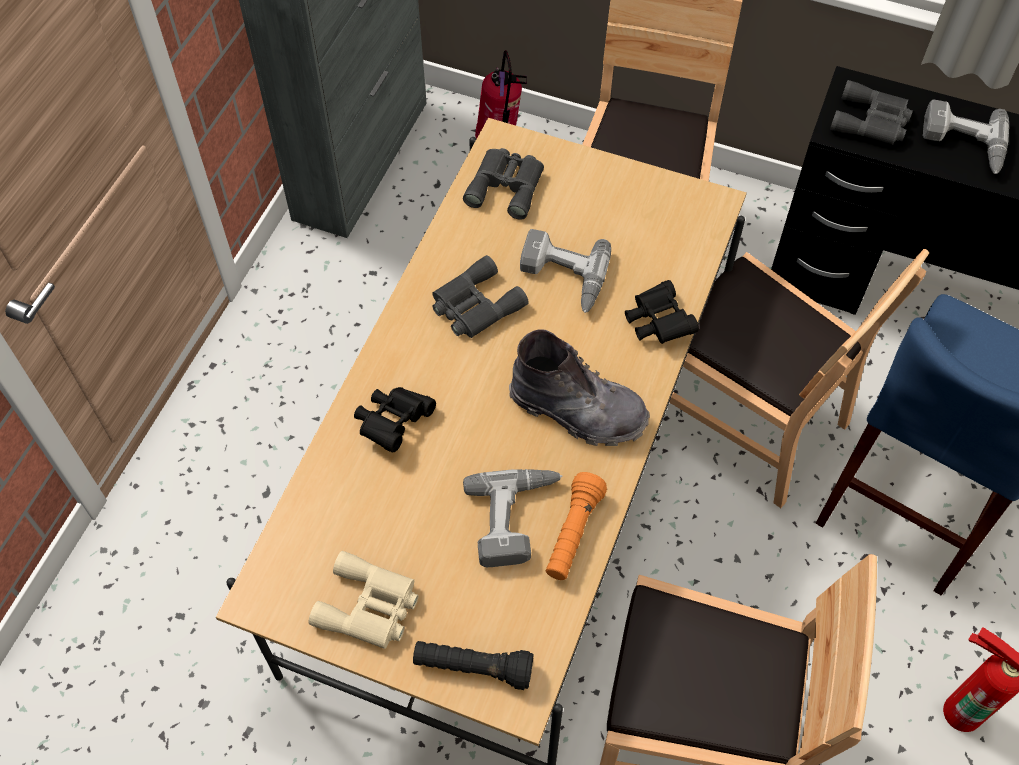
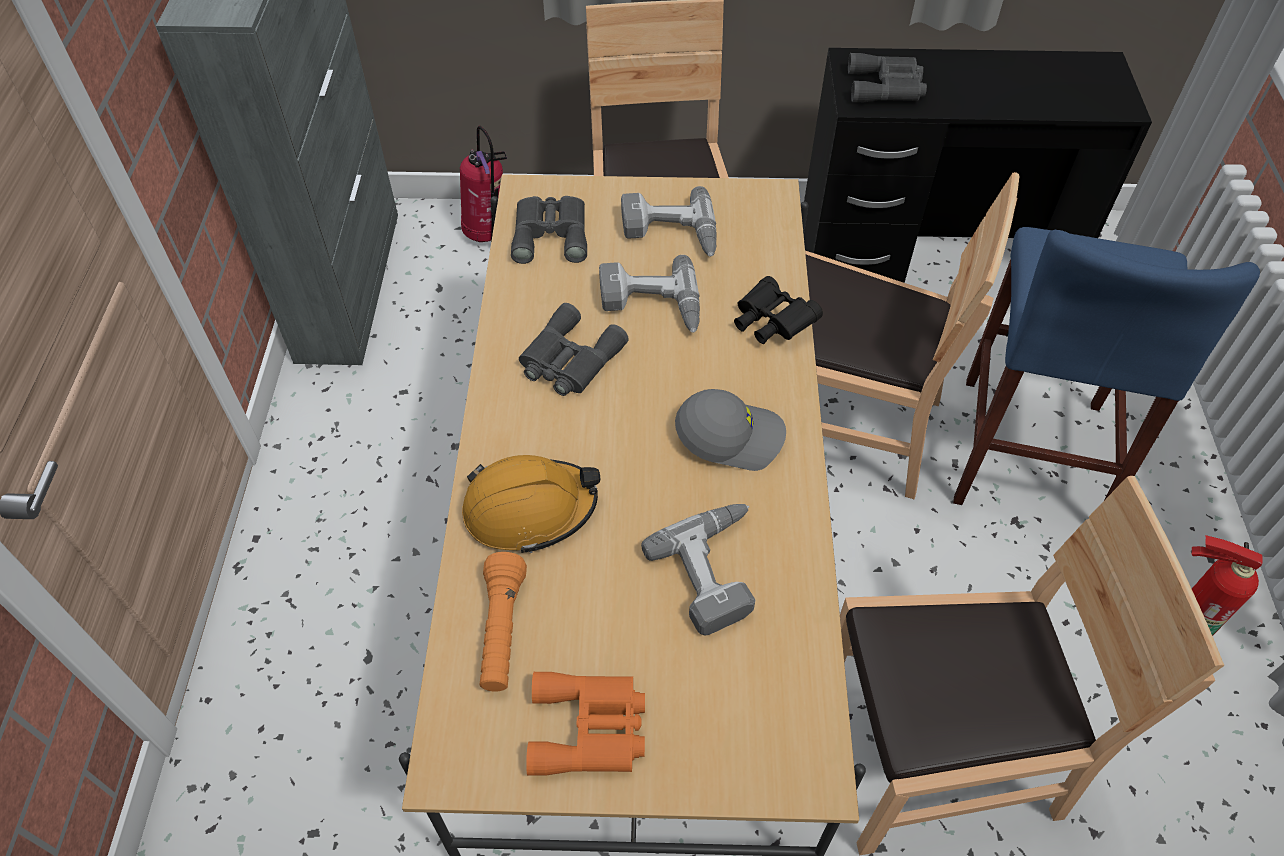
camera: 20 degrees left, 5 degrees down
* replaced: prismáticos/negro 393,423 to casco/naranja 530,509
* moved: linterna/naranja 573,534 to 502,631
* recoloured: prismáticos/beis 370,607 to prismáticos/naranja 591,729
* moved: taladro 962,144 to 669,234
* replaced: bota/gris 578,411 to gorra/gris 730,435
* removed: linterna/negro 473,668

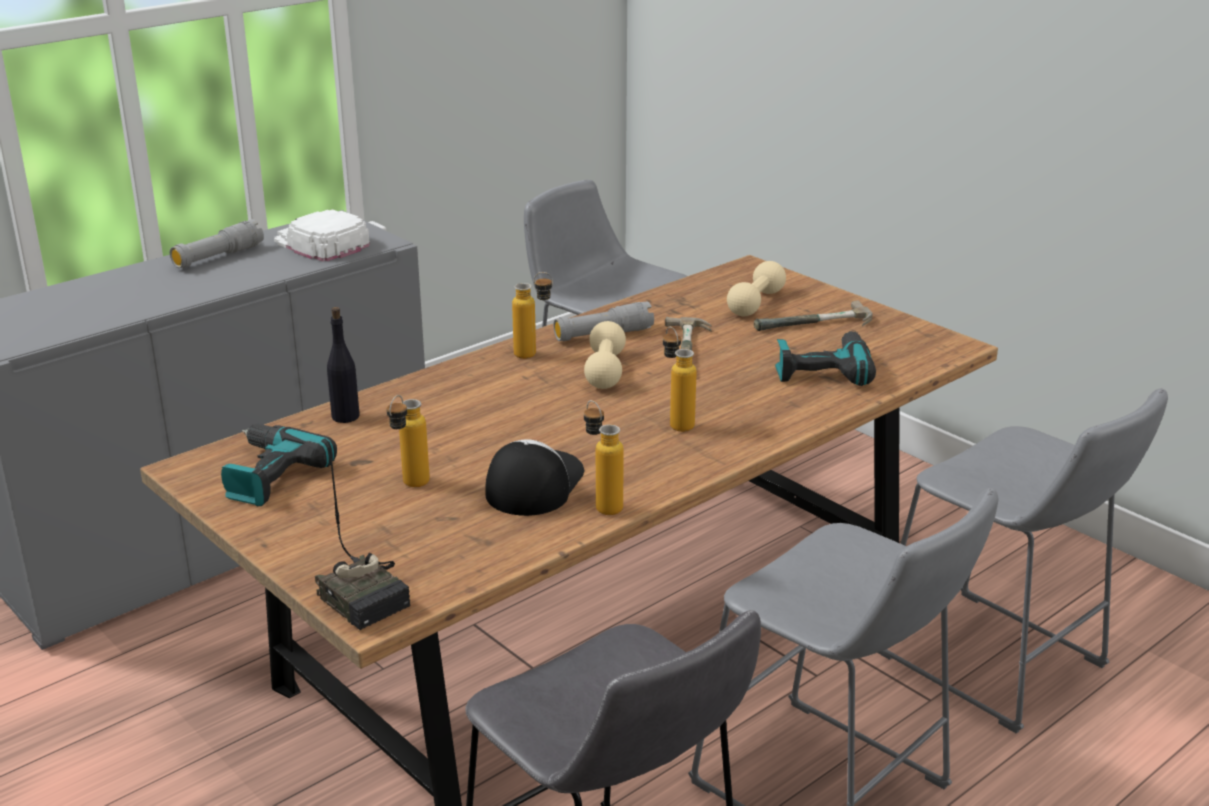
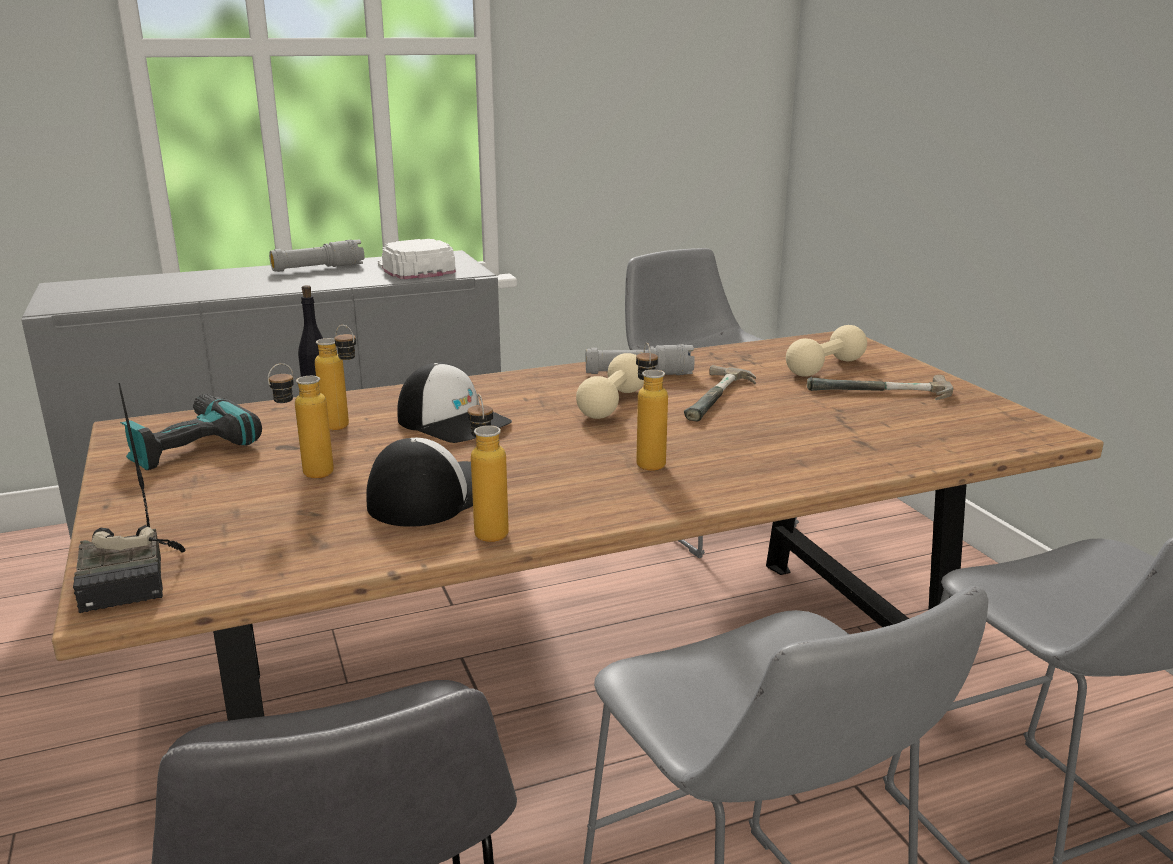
camera: 20 degrees right, 5 degrees down
* moved: botella 534,355 to 343,428
* added: gorra 454,421
* removed: taladro 822,370

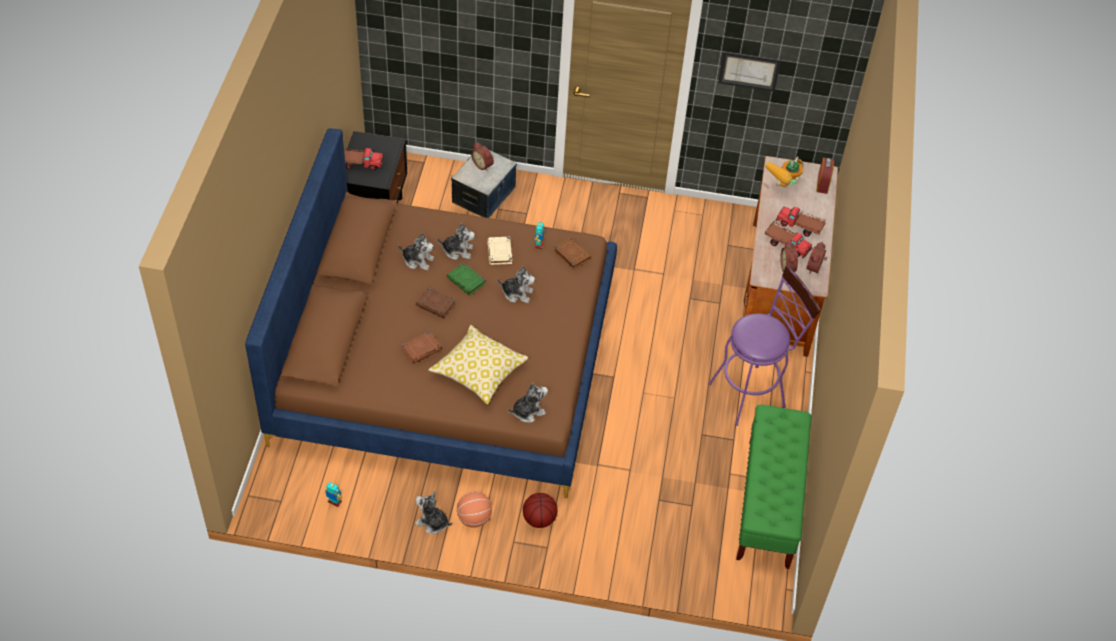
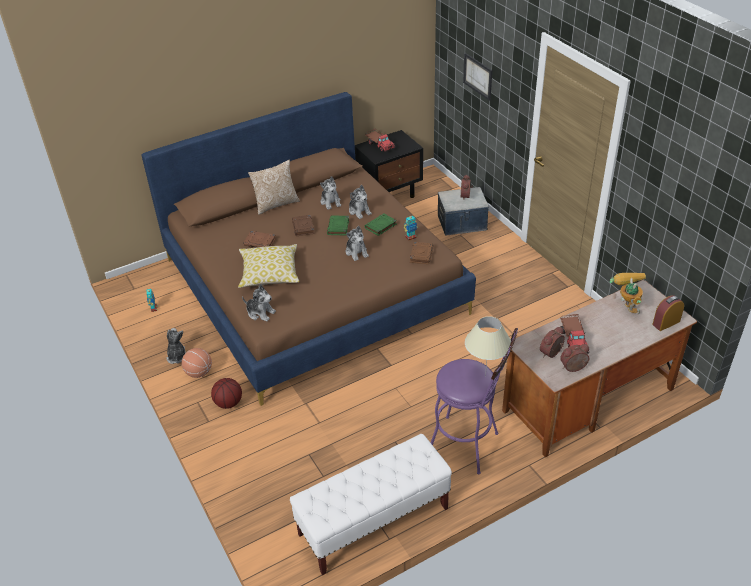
camera: 55 degrees right, 10 degrees down
* added: cojín 276,204
* recoloured: banco/verde 768,504 to banco/blanco 373,522
* recoloured: libro/beis 500,253 to libro/verde 380,226
* moved: cuadro 749,71 to 478,76
* added: lámpara de mesa/beis 485,376
* turned: robot de juguete 783,189 = 625,306 75 degrees clockwise
* removed: camión de juguete 800,226

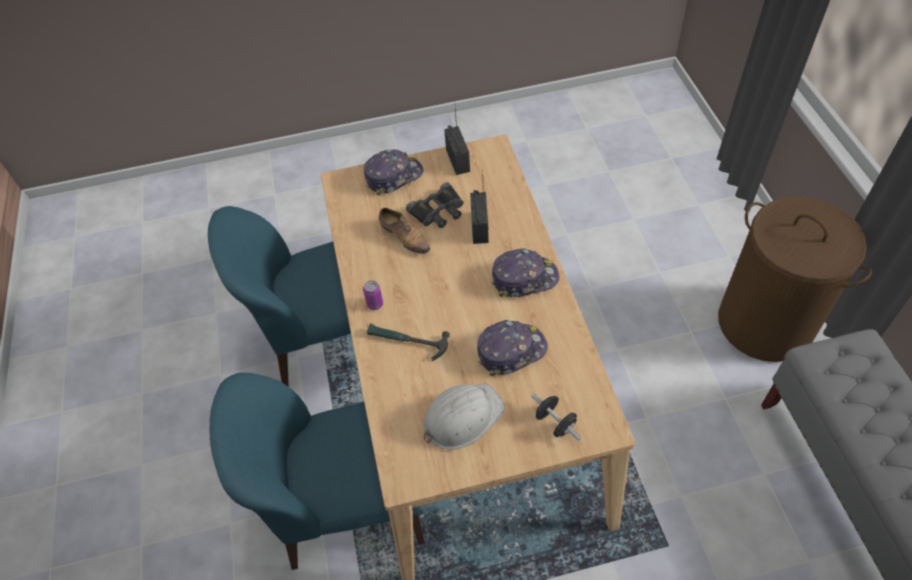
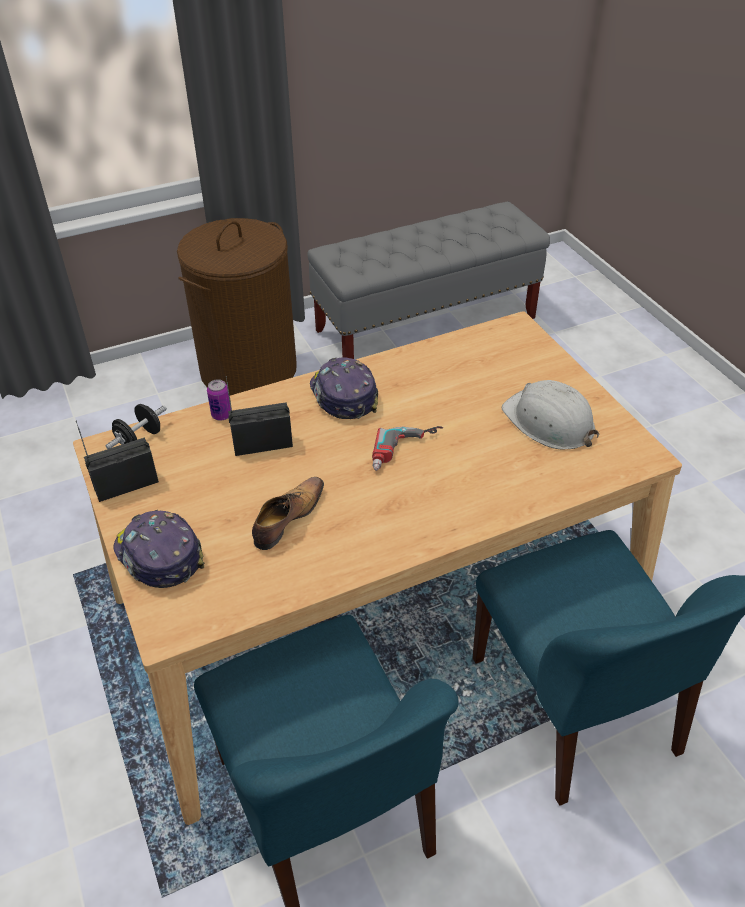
camera: 105 degrees left, 10 degrees down
* moved: mancuerna/negro 555,423 to 139,439
* moved: lata 375,304 to 221,415
* added: taladro 407,452
* removed: martillo 407,342
* removed: prismáticos/negro 438,211
* removed: gorra 511,351

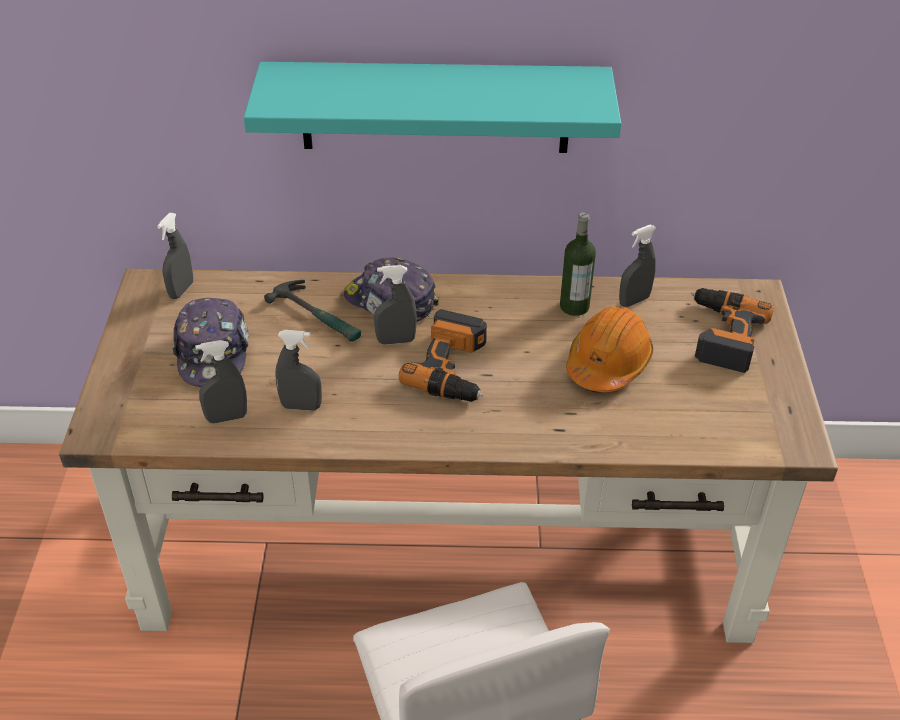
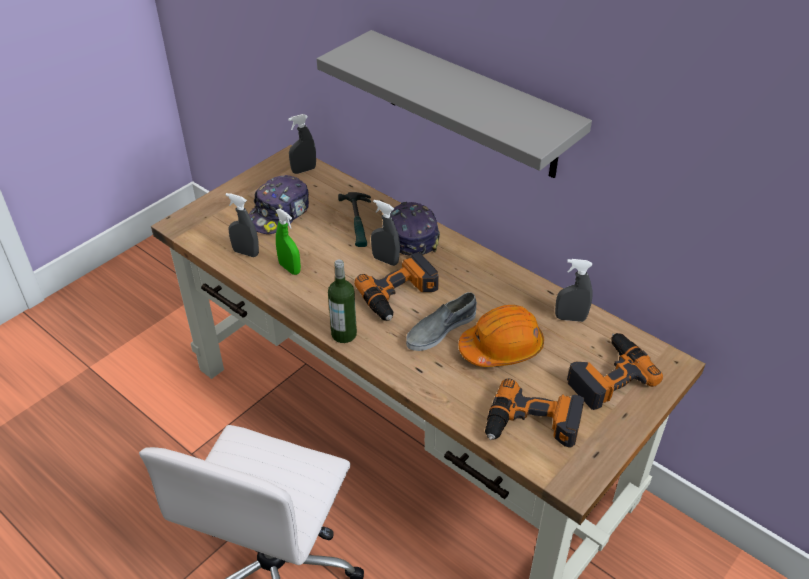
camera: 40 degrees right, 0 degrees up
* recoloured: pulverizador/gris 301,406 to pulverizador/verde 290,268
* recoloured: estante/turquesa 435,107 to estante/gris 471,105
* moved: botella 574,306 to 344,334
* added: zapato/gris 440,329
* added: taladro 532,425

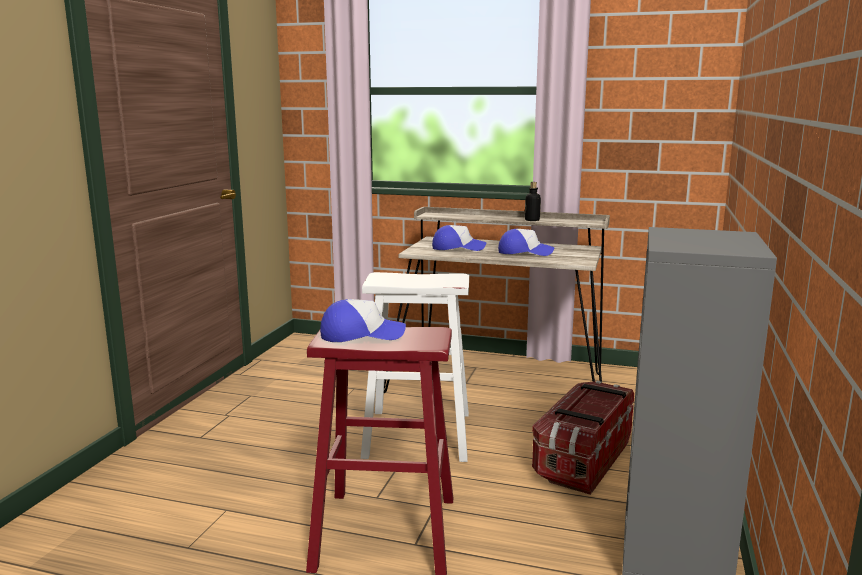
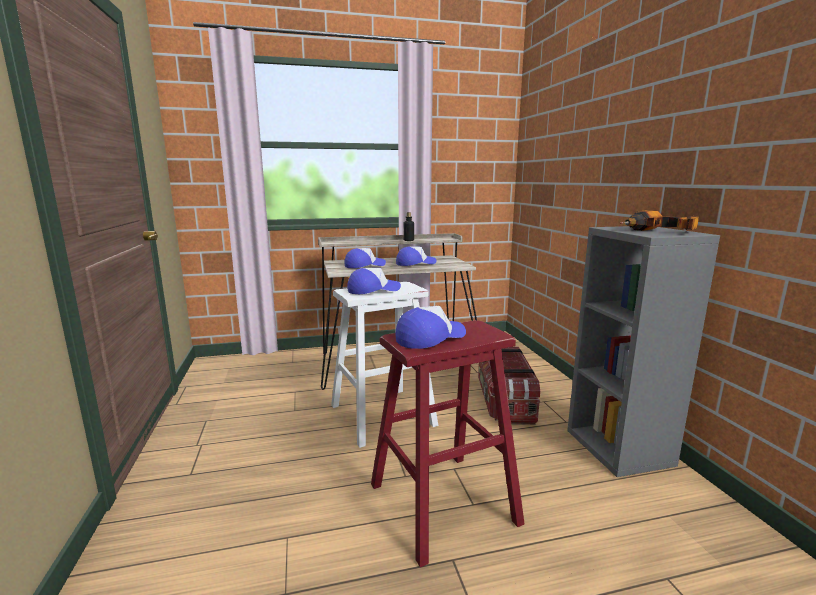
camera: 30 degrees left, 0 degrees up
* added: gorra 373,290
* added: taladro 659,231

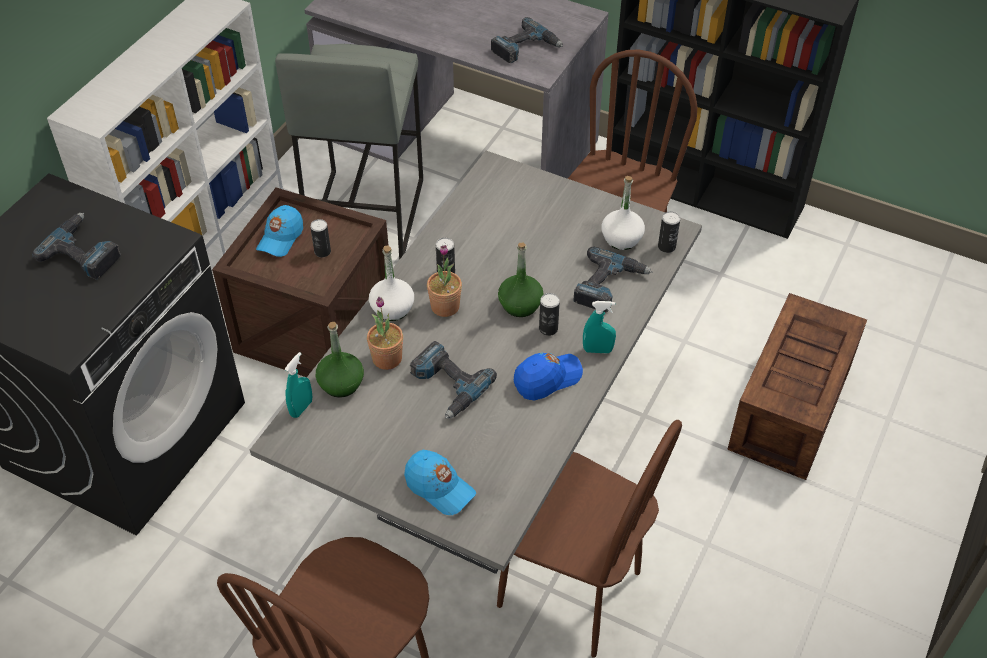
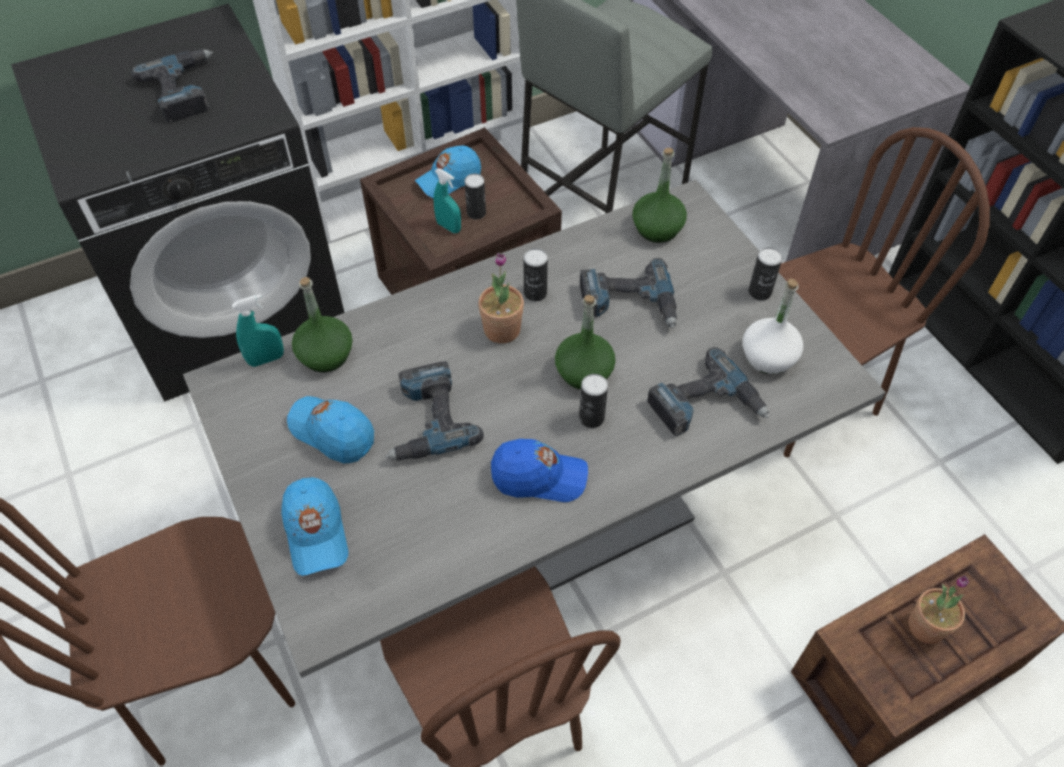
camera: 35 degrees right, 5 degrees up
* added: gorra/azul 333,432
* moved: pulverizador/turquesa 597,350 to 448,227
* moved: taladro 526,48 to 628,303
* added: botella/verde 657,228
* moved: lata 666,246 to 759,292
* moved: planta en maceta 387,358 to 926,626
* removed: botella/blanco 392,308

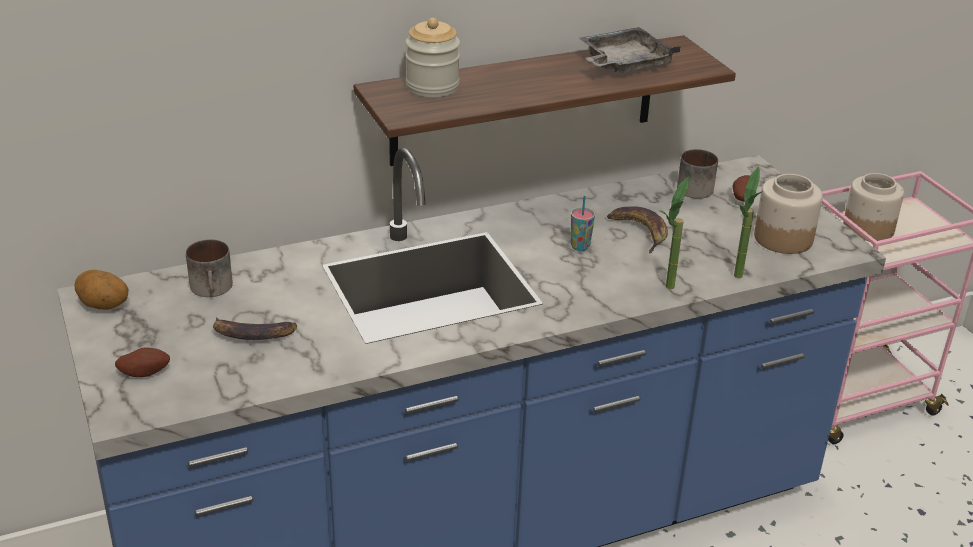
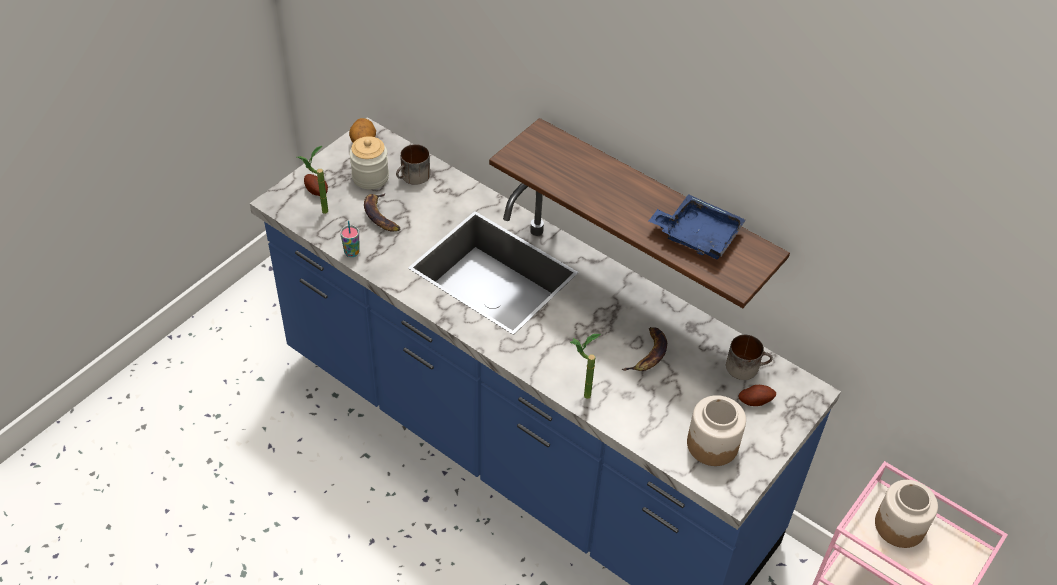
camera: 60 degrees right, 15 degrees up
* moved: planta en maceta 738,281 to 318,212
* moved: taza 580,247 to 352,252
* moved: tarro 432,87 to 370,177
* recoloured: bandeja/gris 624,64 to bandeja/azul 697,235

